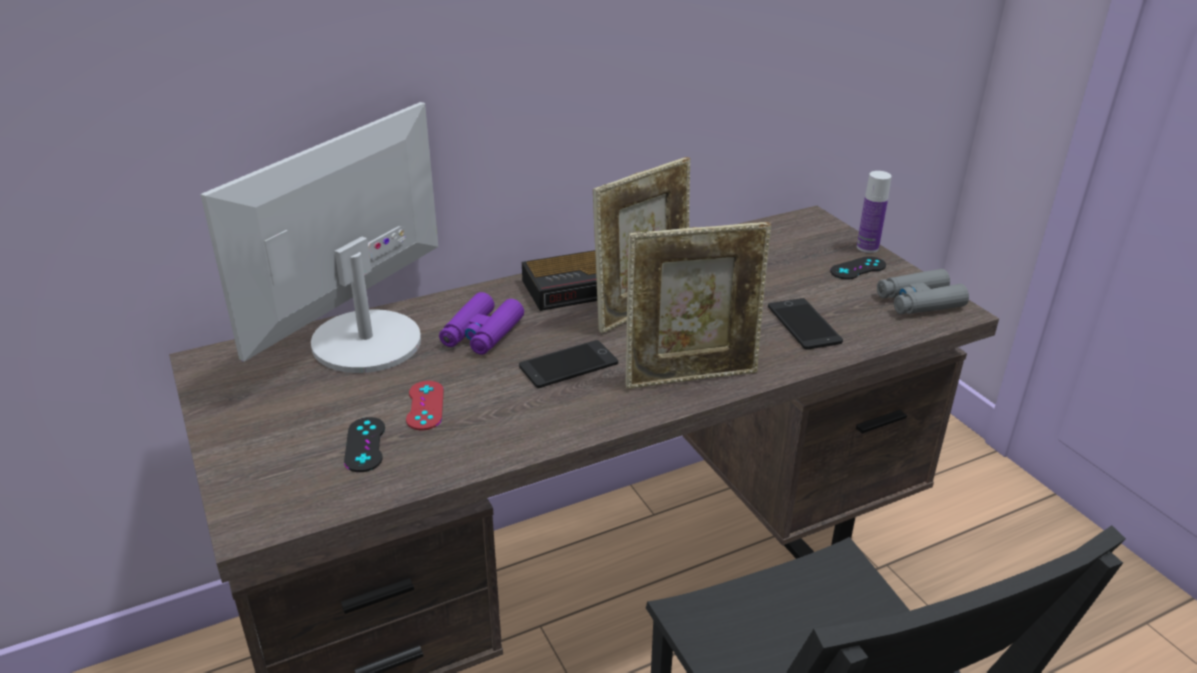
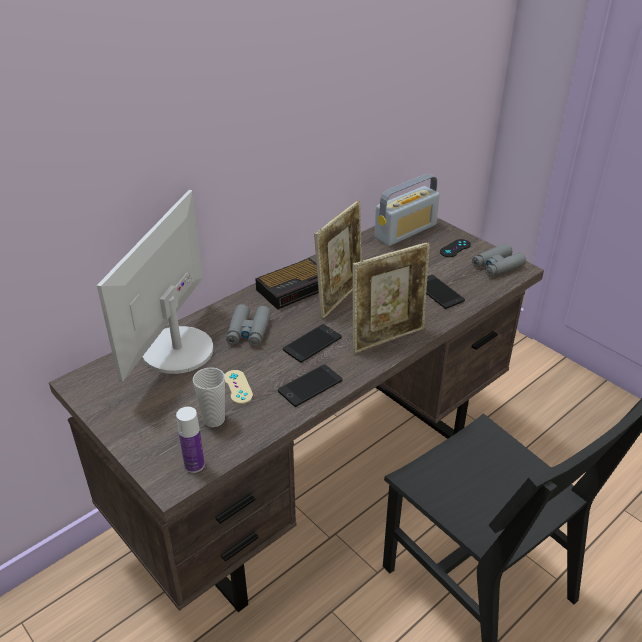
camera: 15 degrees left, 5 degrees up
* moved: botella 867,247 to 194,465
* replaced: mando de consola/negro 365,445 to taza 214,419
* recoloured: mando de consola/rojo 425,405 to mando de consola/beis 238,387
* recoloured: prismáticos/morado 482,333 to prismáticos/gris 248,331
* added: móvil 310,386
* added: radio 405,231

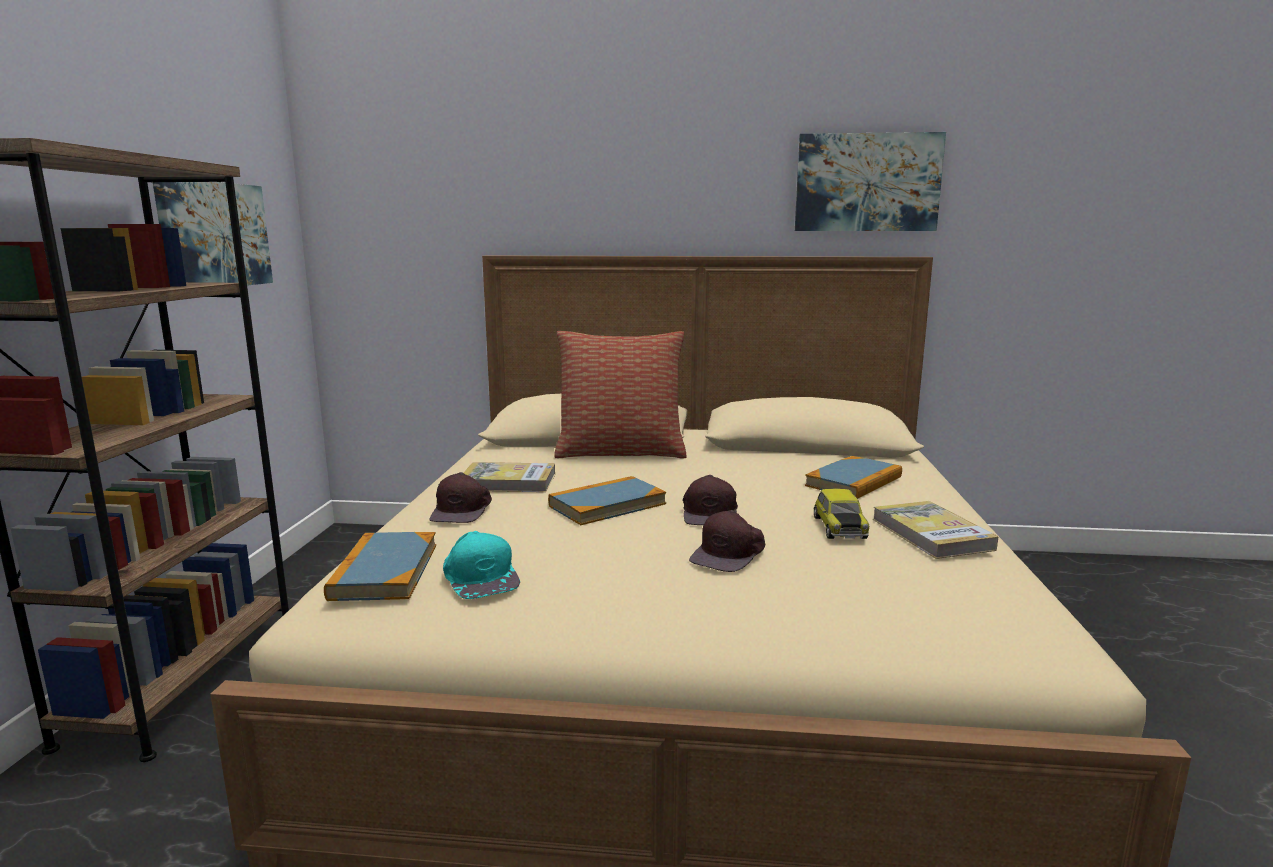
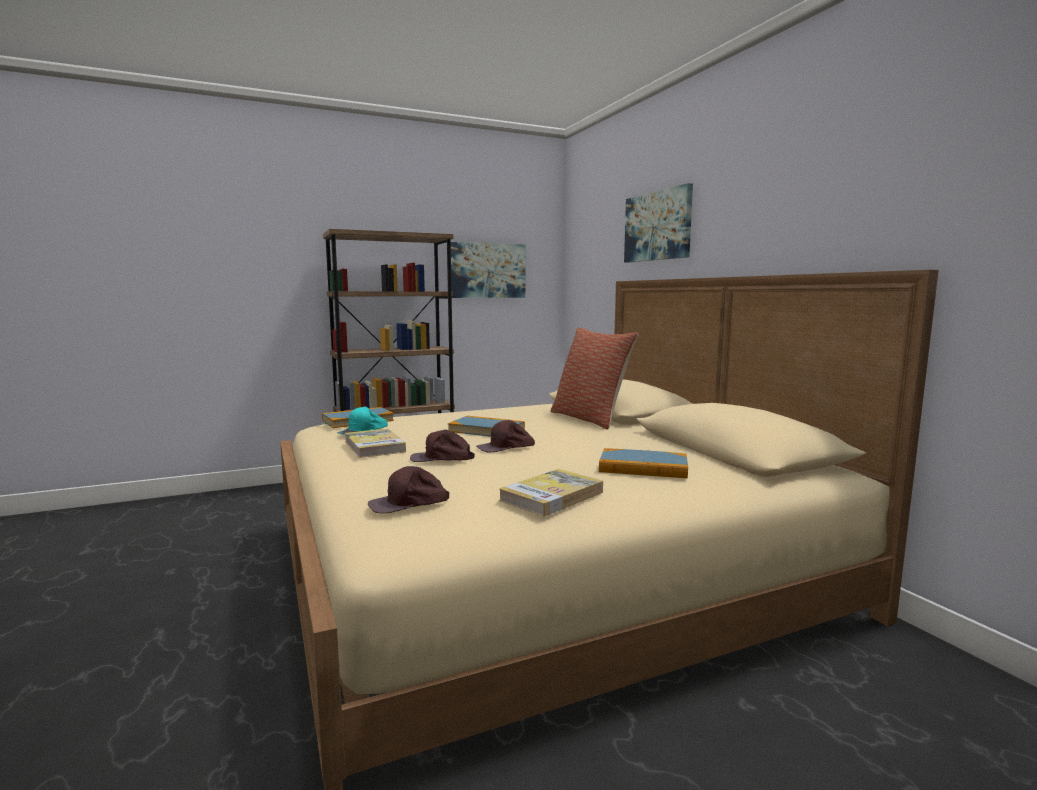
camera: 60 degrees right, 5 degrees down
* moved: libro 508,482 to 374,446
* moved: gorra/marrón 463,510 to 409,503
* moved: cuadro 867,183 to 658,226
* removed: coche de juguete 838,528

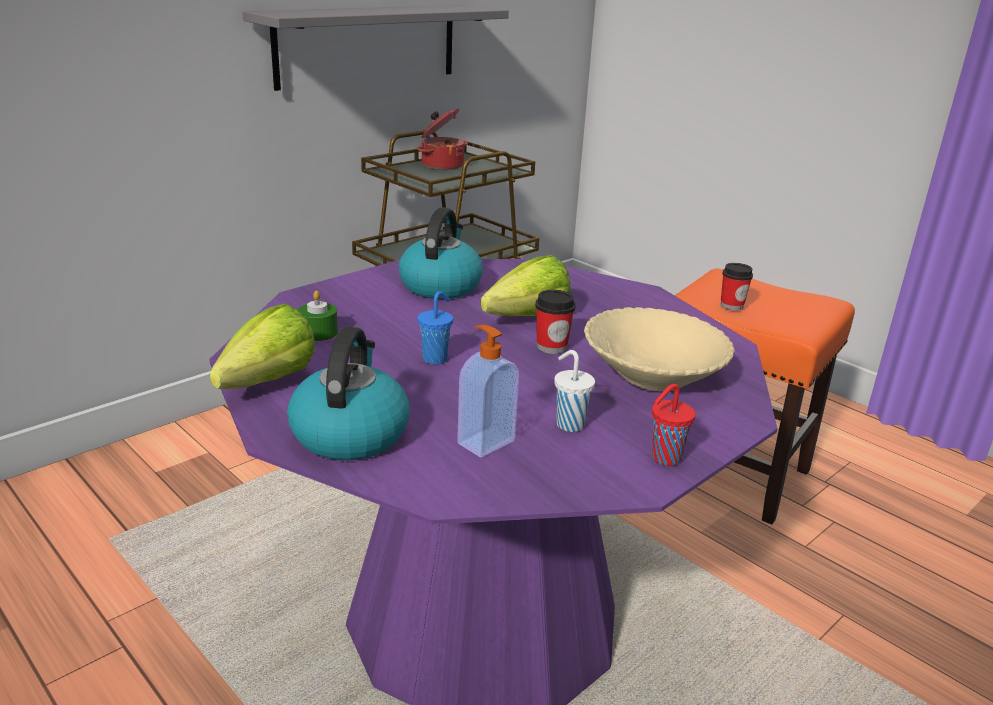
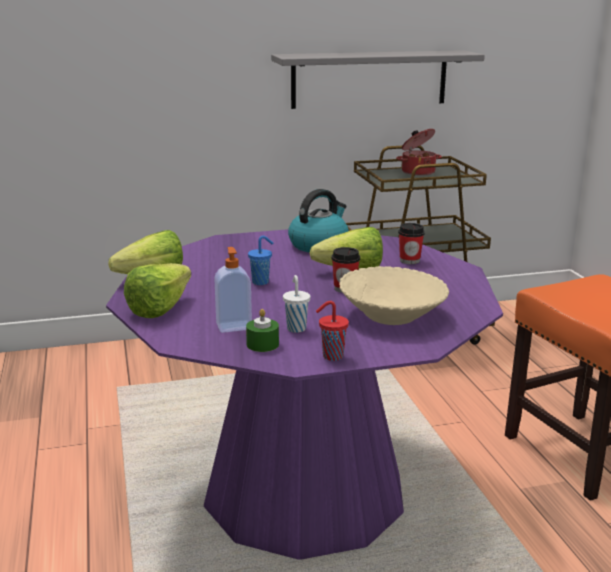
camera: 30 degrees right, 5 degrees down
* replaced: hervidor 350,433 to lechuga 165,307
* moved: vela/verde 318,332 to 262,344
* moved: taza 731,305 to 409,260

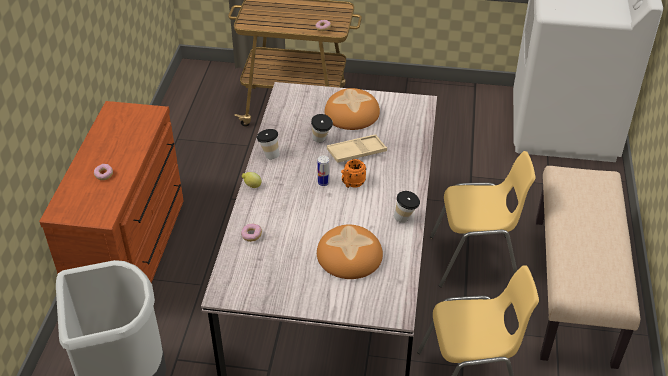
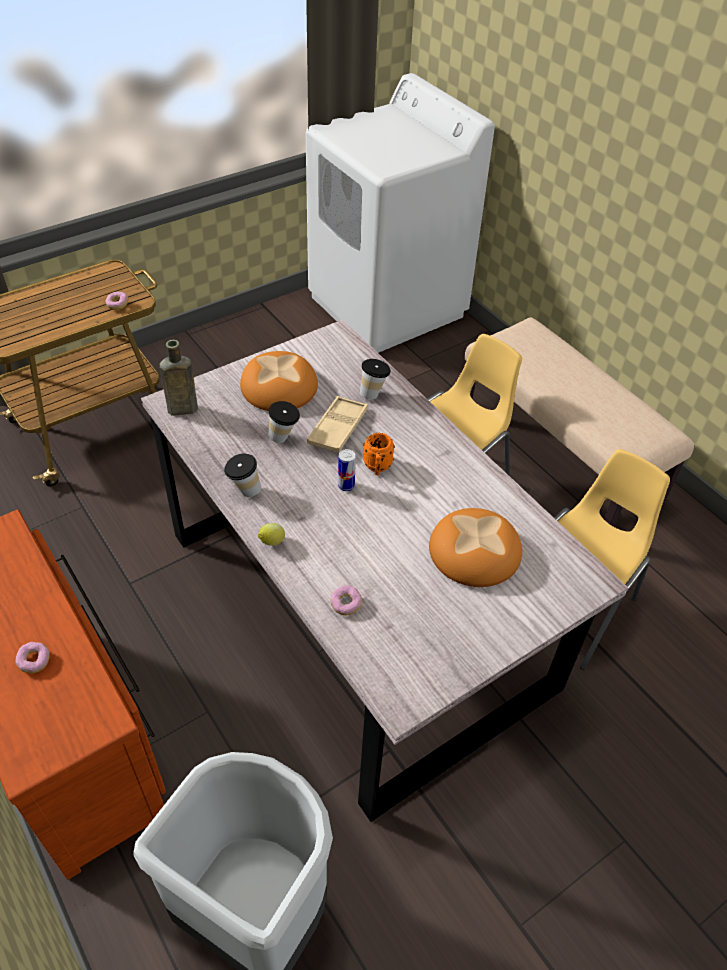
camera: 45 degrees left, 5 degrees up
* added: botella/marrón 180,409
* moved: taza 406,219 to 373,393

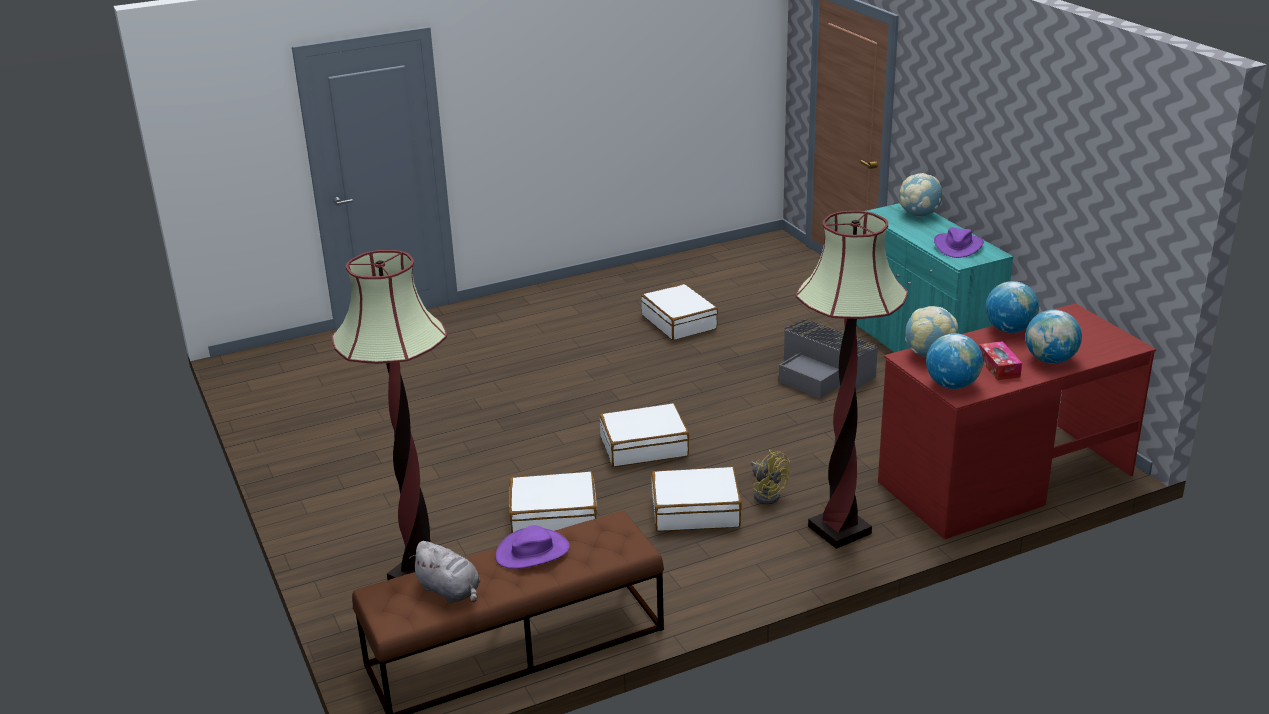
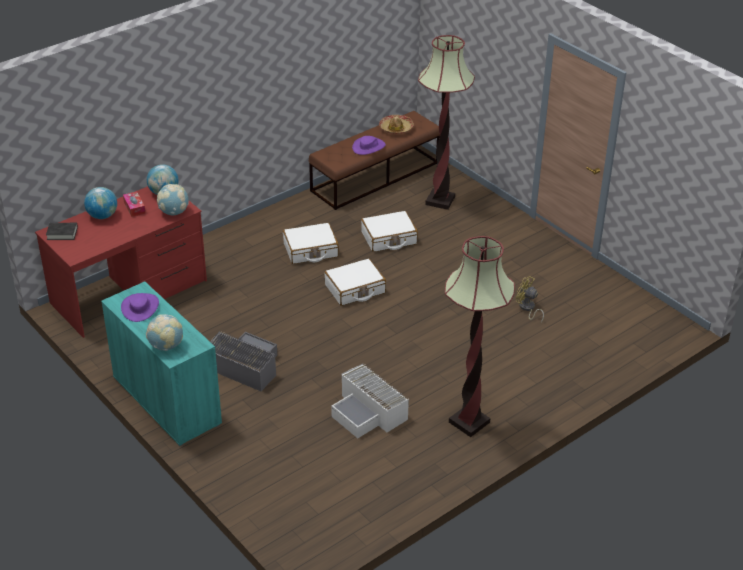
camera: 165 degrees right, 10 degrees up
* added: libro/negro 62,233
* replaced: maleta/blanco 679,322 to caja de almacenaje/blanco 369,412
* replaced: peluche/gris 450,591 to sombrero 396,128
* moved: lámpara de pie 839,530 to 469,422
* moved: ventilador/amarillo 767,494 to 527,308
* removed: globo terráqueo 1009,330

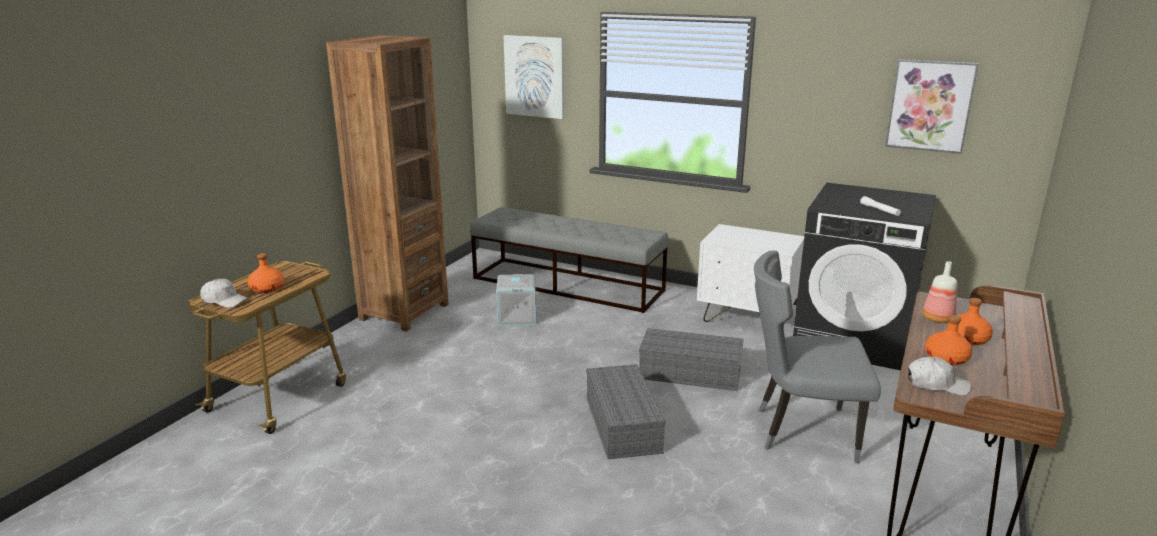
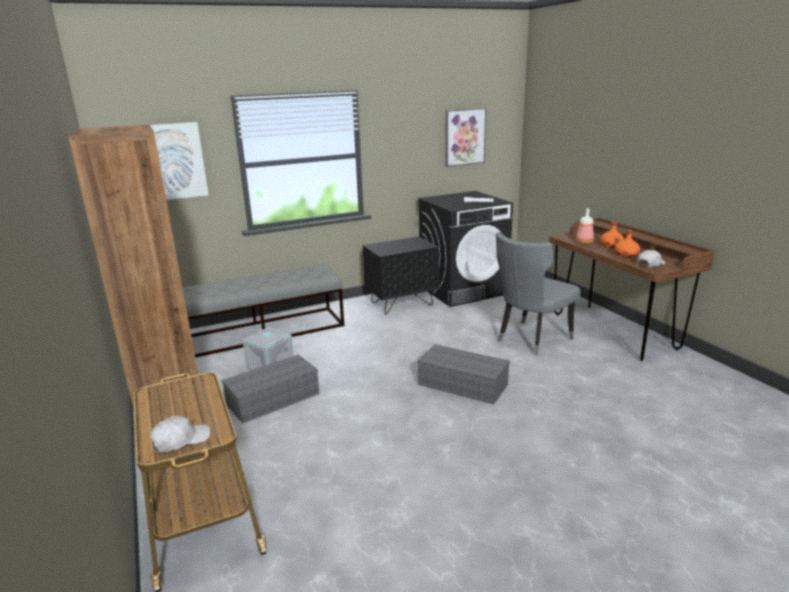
camera: 50 degrees left, 0 degrees up
* moved: caja de almacenaje/gris 688,373 to 272,400
* recoloured: mesita de noche/blanco 746,319 to mesita de noche/negro 402,303
* removed: botella/naranja 267,288

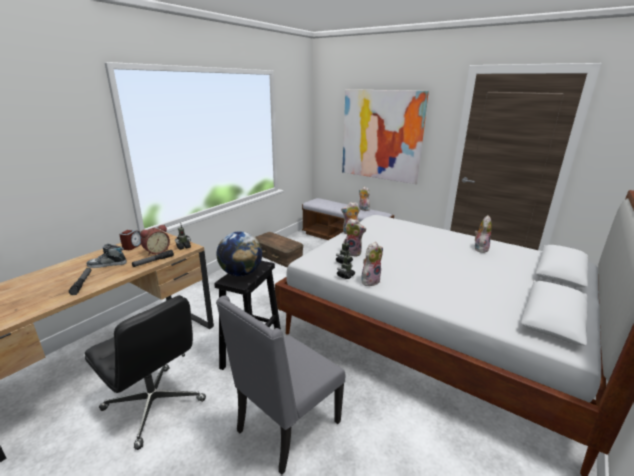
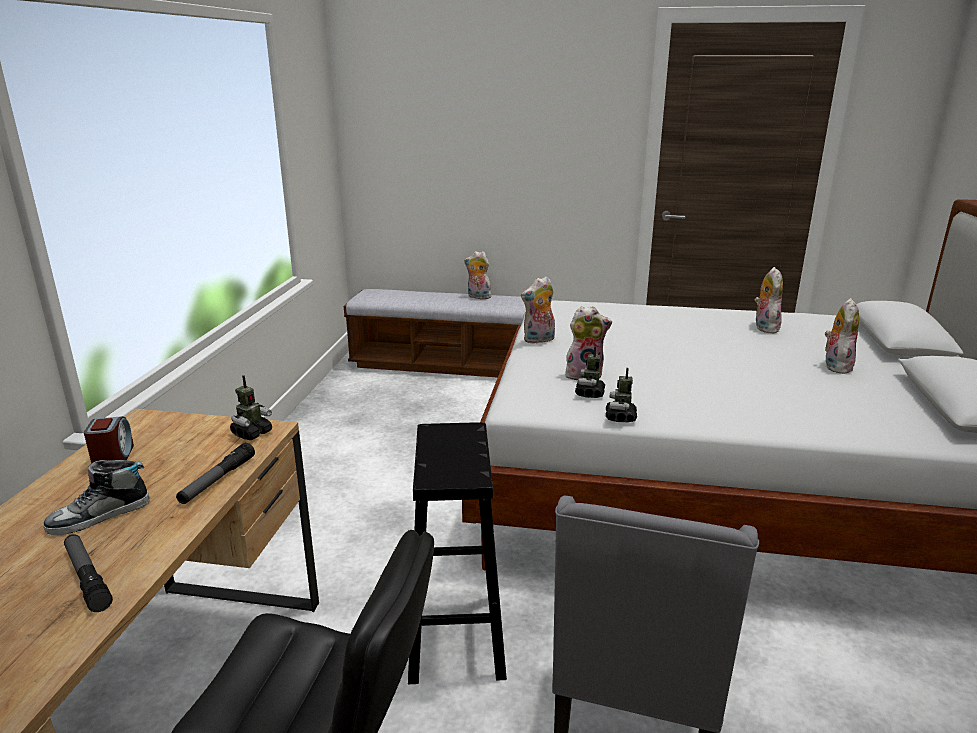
camera: 25 degrees left, 0 degrees up
* moved: peluche 370,280 to 835,366
* removed: despertador 156,251
* removed: globo terráqueo 241,273
* removed: caja de almacenaje/marrón 277,256
* removed: cuadro 381,135

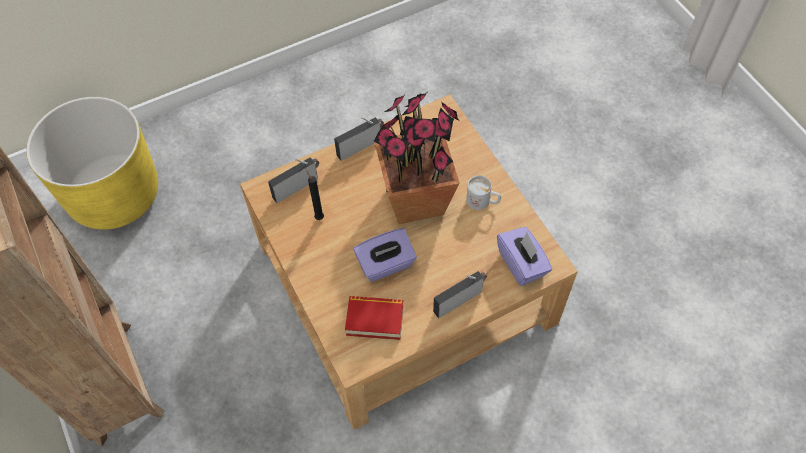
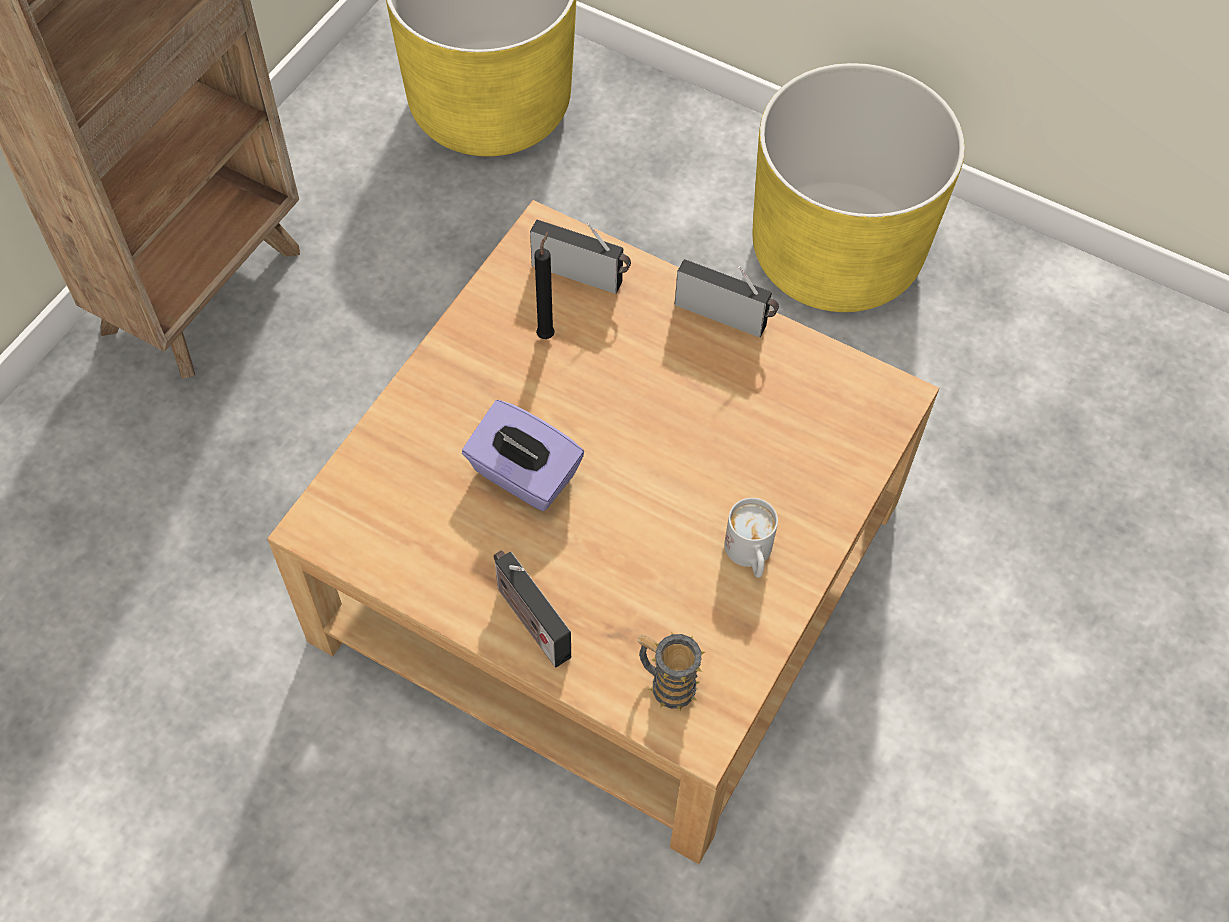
camera: 55 degrees right, 0 degrees up
* turned: radio 459,299 = 529,619 150 degrees counterclockwise
* replaced: caja de pañuelos/morado 522,264 to taza grande 666,683
* added: maceta/amarillo 835,253
* removed: libro 375,320
* removed: planta en maceta 416,200

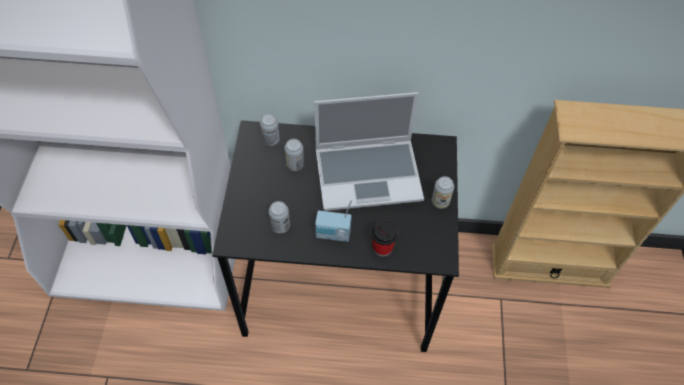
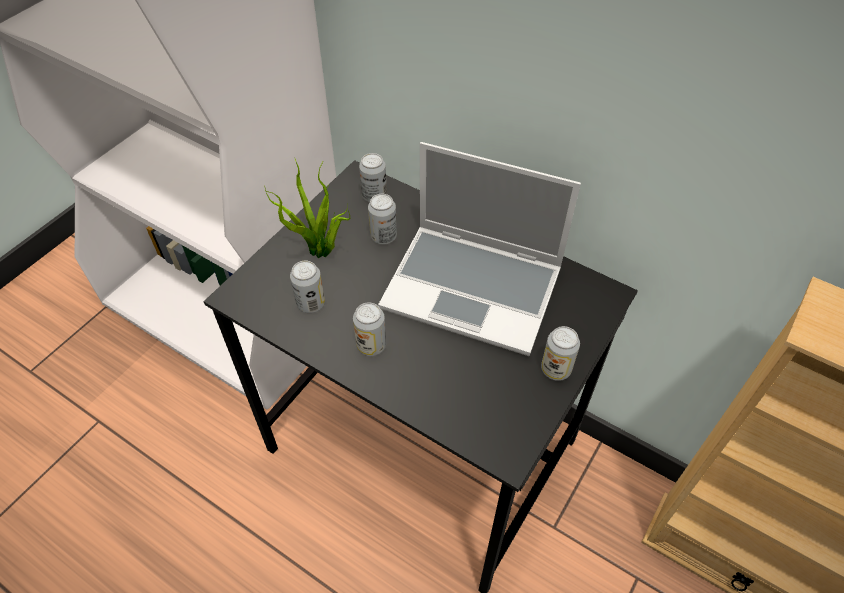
camera: 30 degrees right, 5 degrees down
* added: planta en maceta 320,252
* replaced: radio 333,235 to lata 371,345
* removed: taza 382,247

